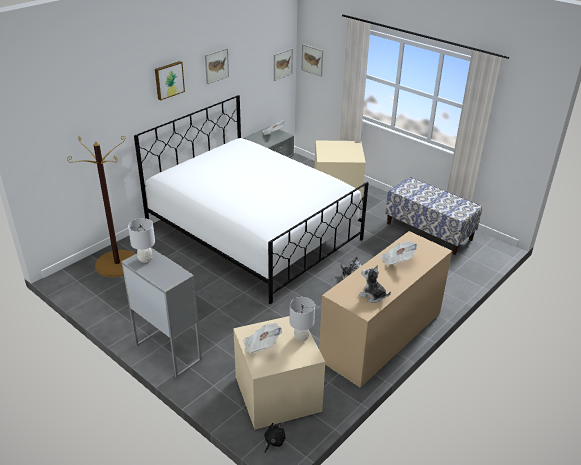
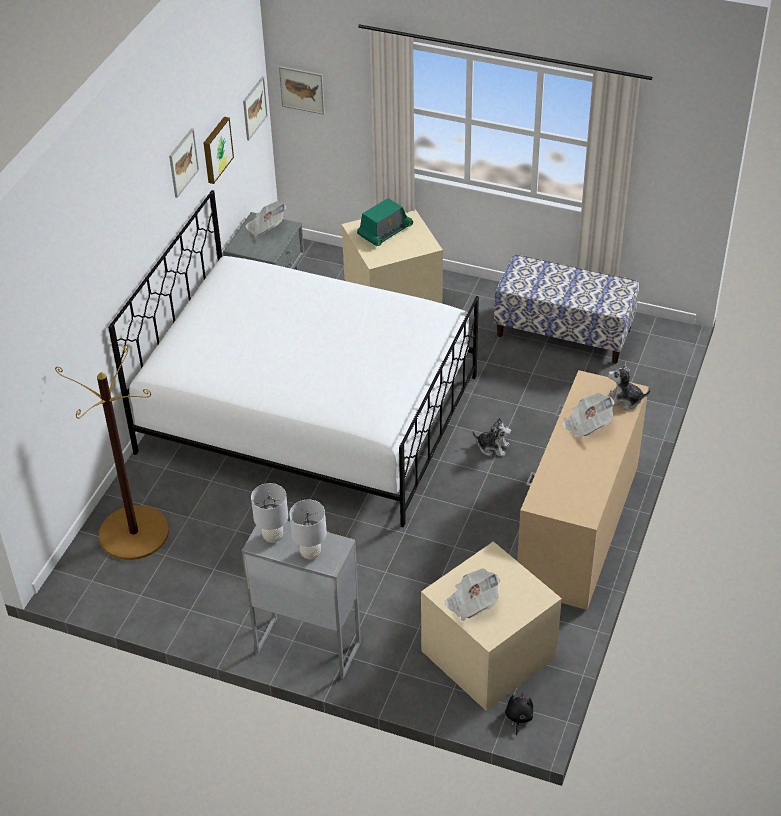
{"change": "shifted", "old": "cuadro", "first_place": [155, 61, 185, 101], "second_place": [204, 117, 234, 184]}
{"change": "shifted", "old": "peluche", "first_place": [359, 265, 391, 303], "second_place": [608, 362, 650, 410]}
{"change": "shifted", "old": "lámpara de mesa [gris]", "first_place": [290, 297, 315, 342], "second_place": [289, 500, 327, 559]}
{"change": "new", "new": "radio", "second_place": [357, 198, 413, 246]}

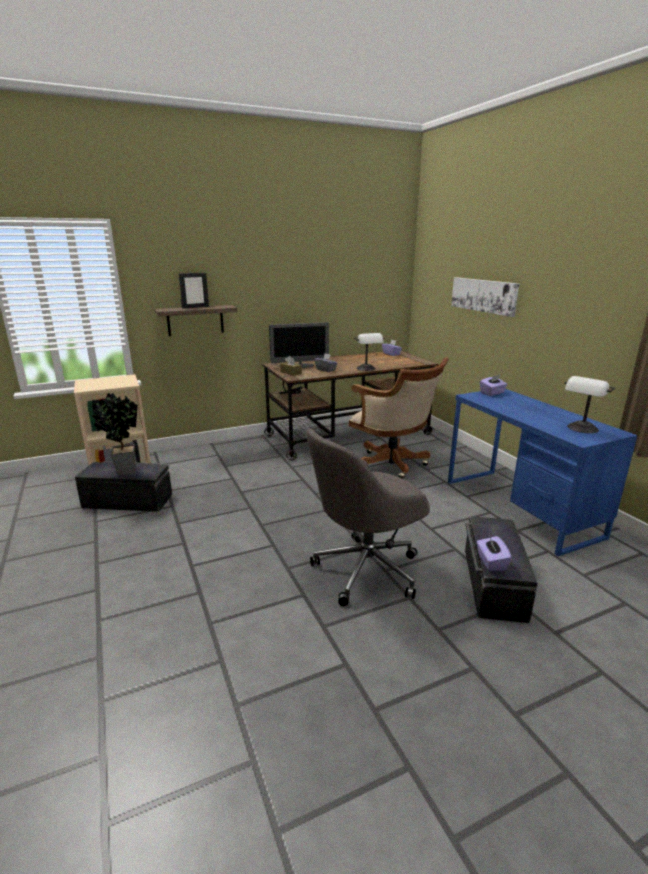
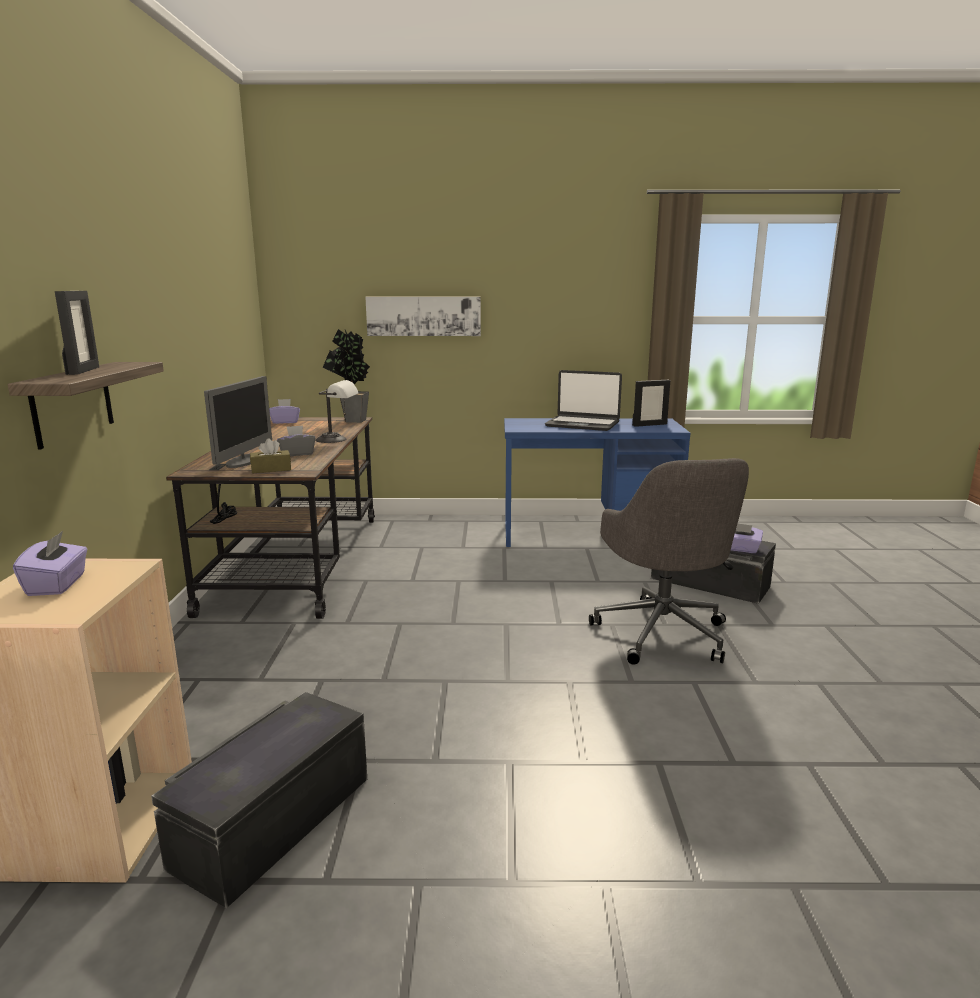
{"change": "gone", "old": "silla de oficina", "first_place": [349, 357, 449, 479]}
{"change": "shifted", "old": "caja de pañuelos [morado]", "first_place": [480, 375, 507, 396], "second_place": [13, 531, 87, 596]}
{"change": "swapped", "old": "lámpara de mesa", "new": "portarretratos", "first_place": [564, 376, 615, 433], "second_place": [632, 380, 670, 427]}
{"change": "shifted", "old": "planta en maceta", "first_place": [92, 393, 138, 476], "second_place": [323, 329, 370, 423]}
{"change": "new", "new": "portátil", "second_place": [545, 370, 622, 431]}

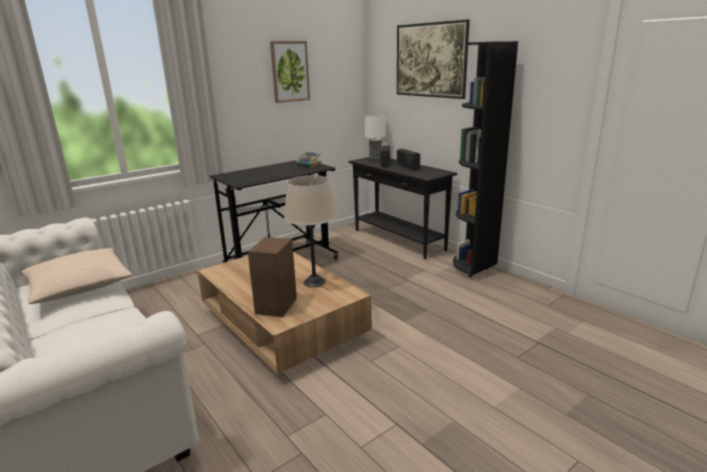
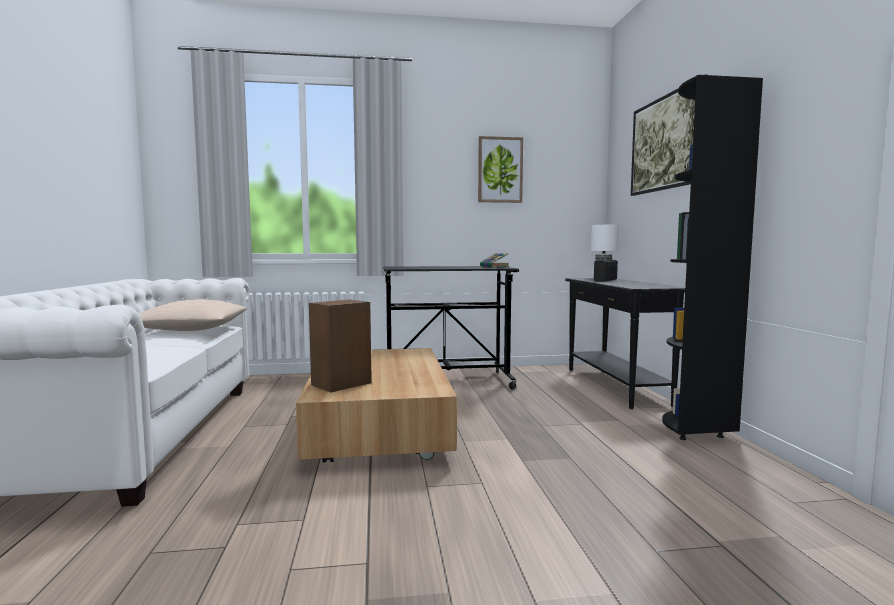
{"change": "gone", "old": "radio", "first_place": [397, 149, 420, 170]}
{"change": "gone", "old": "lámpara de mesa [beis]", "first_place": [284, 175, 337, 287]}

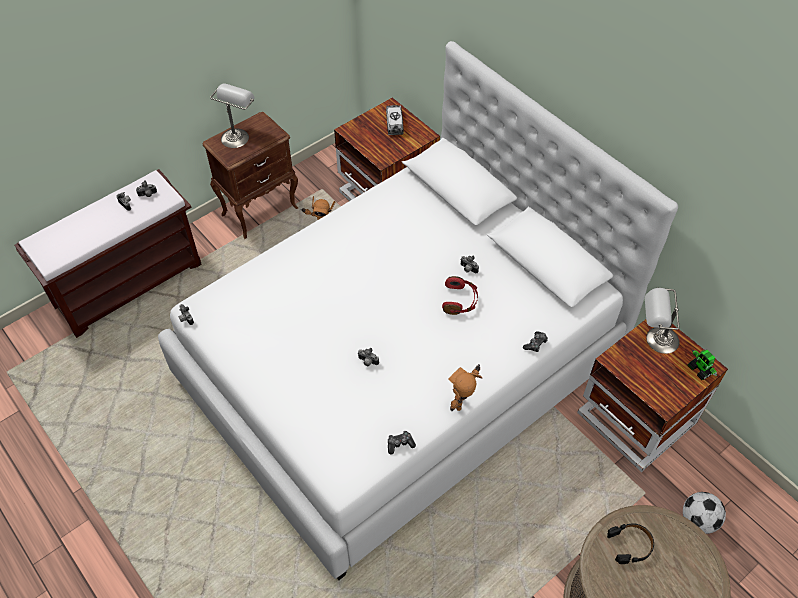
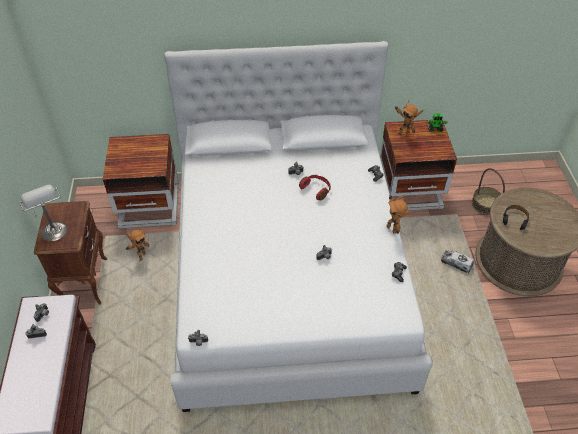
{"change": "shifted", "old": "camión de juguete", "first_place": [386, 105, 404, 135], "second_place": [441, 250, 474, 273]}
{"change": "swapped", "old": "lámpara de mesa [blanco]", "new": "robot de juguete", "first_place": [645, 287, 680, 354], "second_place": [395, 101, 423, 136]}
{"change": "swapped", "old": "balón de fútbol", "new": "cesta", "first_place": [683, 492, 726, 534], "second_place": [472, 168, 505, 215]}

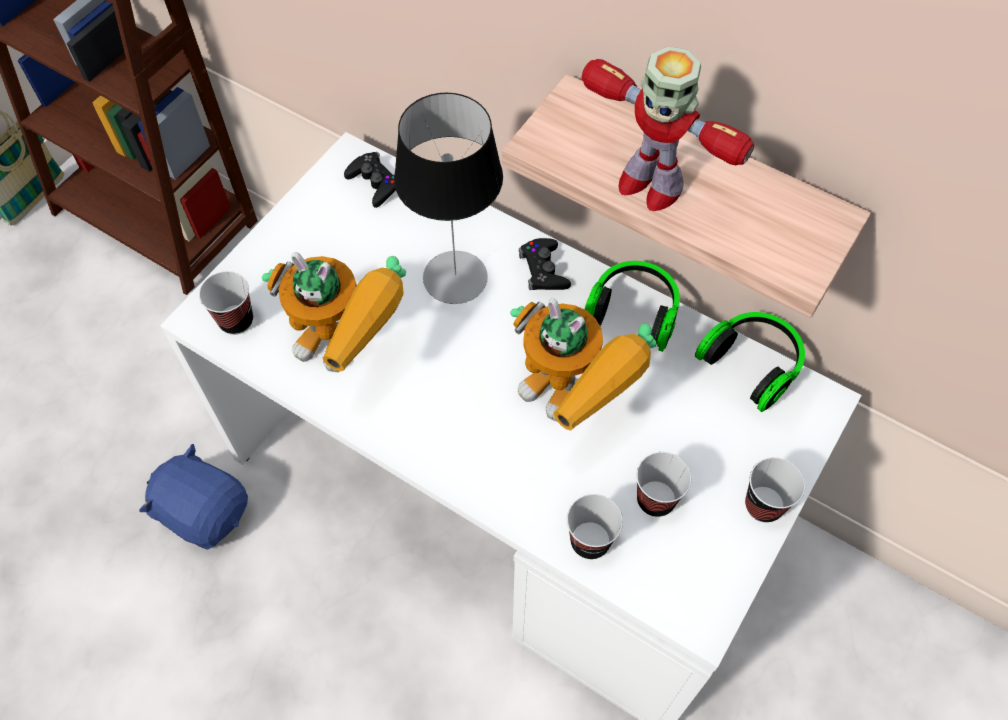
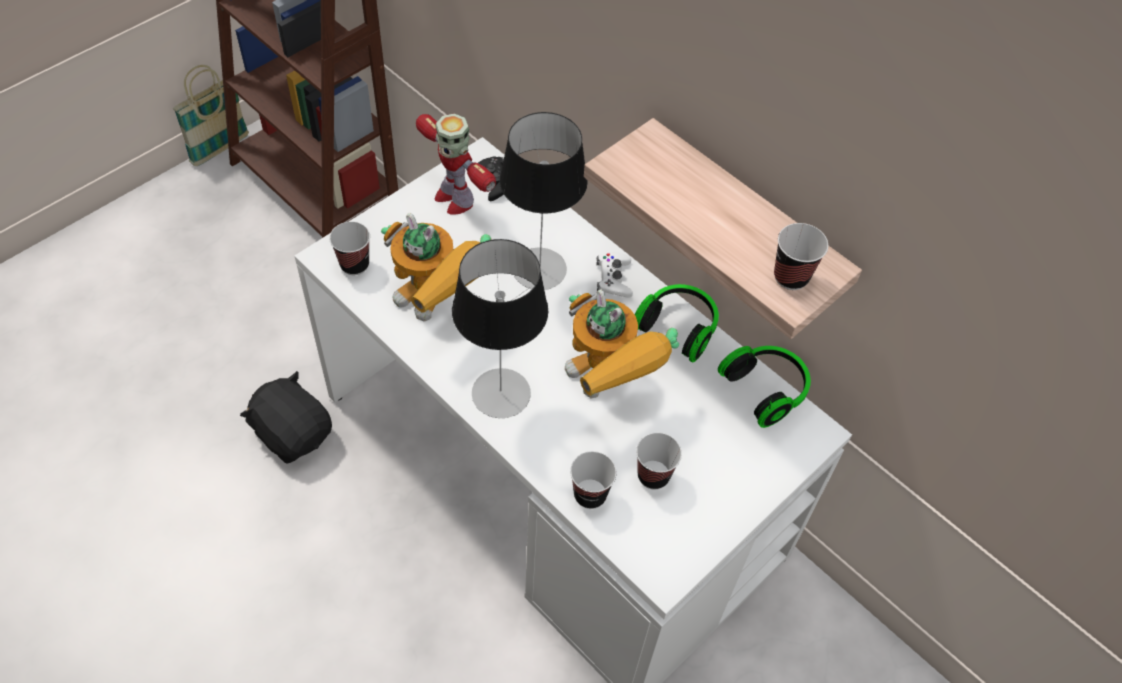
{"change": "shifted", "old": "robot de juguete", "first_place": [582, 46, 754, 211], "second_place": [416, 113, 496, 215]}
{"change": "repainted", "old": "mando de consola [negro]", "new": "mando de consola [blanco]", "first_place": [519, 238, 571, 290], "second_place": [596, 252, 633, 298]}
{"change": "repainted", "old": "peluche [azul]", "new": "peluche [negro]", "first_place": [139, 444, 248, 550], "second_place": [240, 371, 332, 464]}
{"change": "shifted", "old": "taza", "first_place": [745, 457, 805, 522], "second_place": [774, 223, 828, 290]}
{"change": "new", "new": "lámpara de mesa", "second_place": [452, 239, 548, 418]}

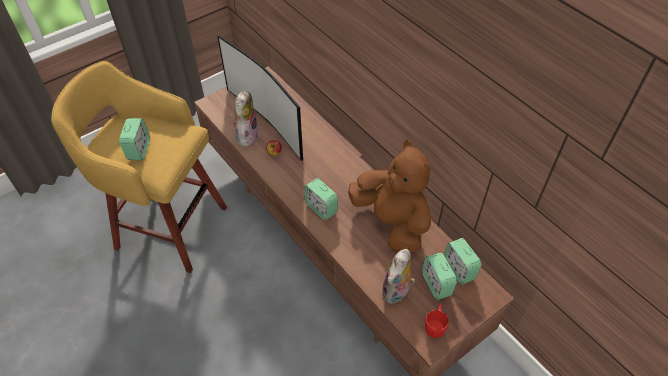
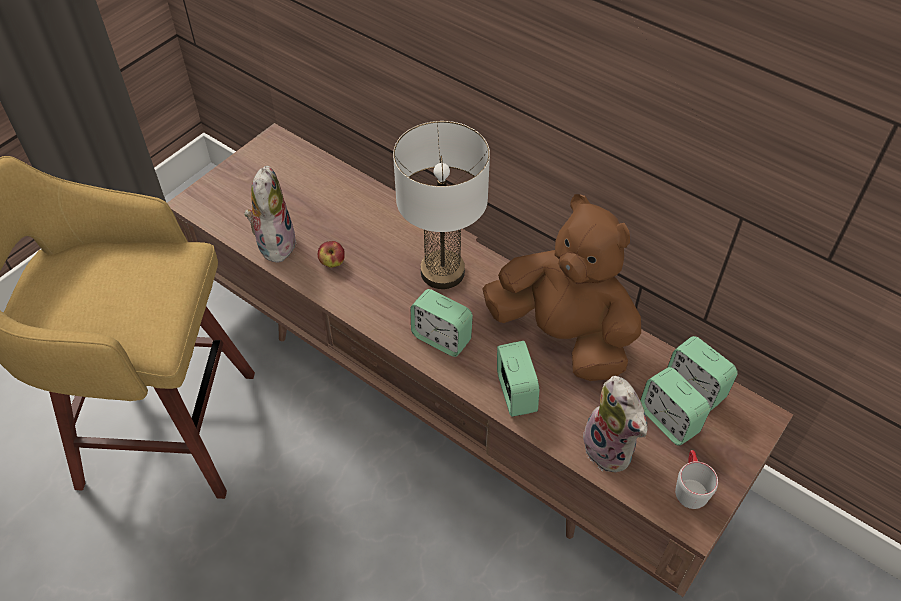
{"change": "gone", "old": "televisor", "first_place": [217, 35, 303, 161]}
{"change": "shifted", "old": "despertador", "first_place": [119, 118, 150, 160], "second_place": [497, 341, 539, 417]}
{"change": "rotated", "old": "peluche", "first_place": [381, 249, 415, 304], "second_place": [583, 376, 647, 472], "degrees": -45}
{"change": "repainted", "old": "taza grande [rojo]", "new": "taza grande [gris]", "first_place": [425, 303, 449, 338], "second_place": [675, 450, 718, 509]}
{"change": "new", "new": "lámpara de mesa", "second_place": [393, 121, 490, 289]}

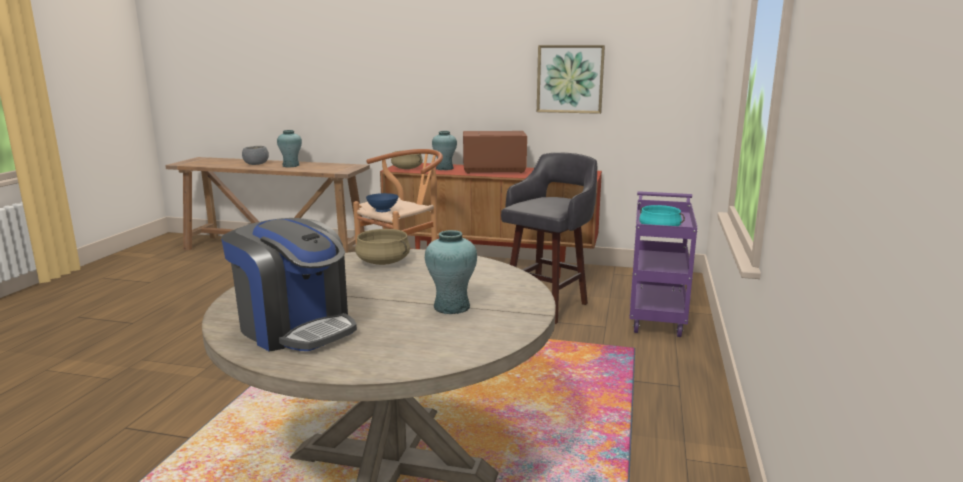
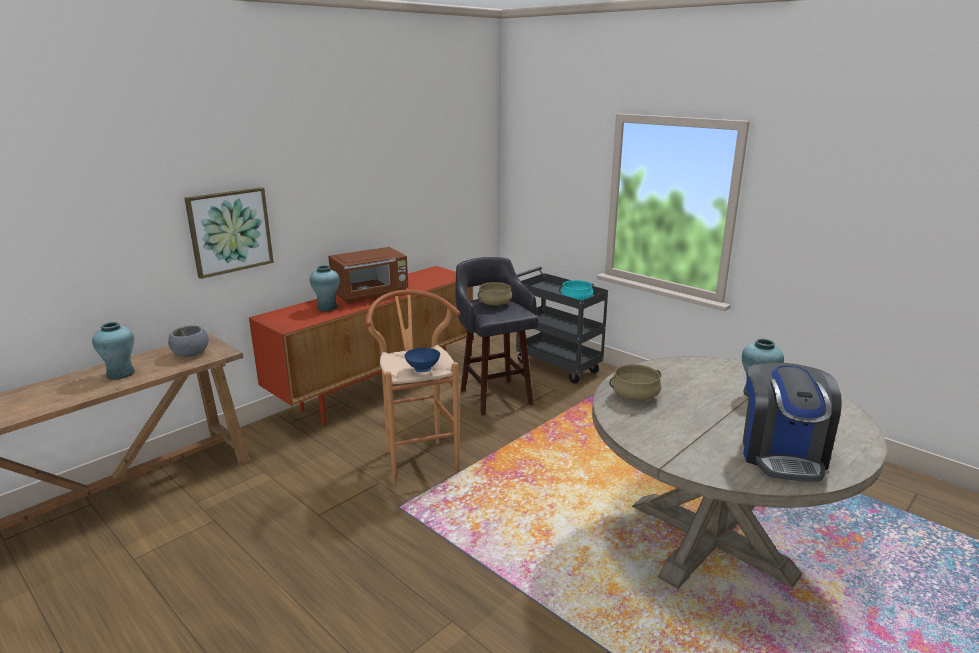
{"change": "shifted", "old": "cuadro", "first_place": [537, 45, 605, 114], "second_place": [185, 187, 274, 279]}
{"change": "rotated", "old": "microondas [marrón]", "first_place": [463, 131, 527, 174], "second_place": [328, 247, 408, 303], "degrees": -150}
{"change": "shifted", "old": "cuenco [gris]", "first_place": [242, 146, 269, 165], "second_place": [168, 326, 209, 357]}
{"change": "shifted", "old": "olla [beis]", "first_place": [391, 151, 423, 169], "second_place": [478, 282, 514, 306]}
{"change": "repainted", "old": "carrito [morado]", "new": "carrito [gris]", "first_place": [629, 191, 697, 337], "second_place": [516, 267, 608, 383]}
{"change": "rotated", "old": "cafetera", "first_place": [221, 218, 357, 352], "second_place": [743, 362, 842, 482], "degrees": 120}

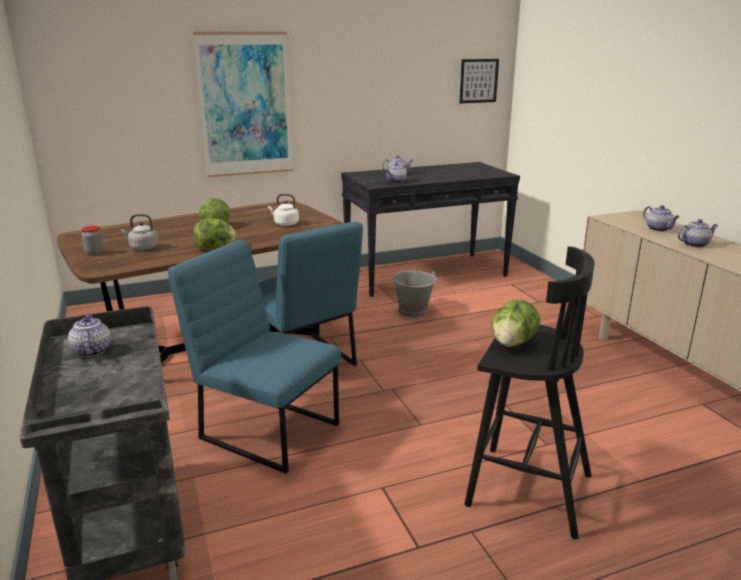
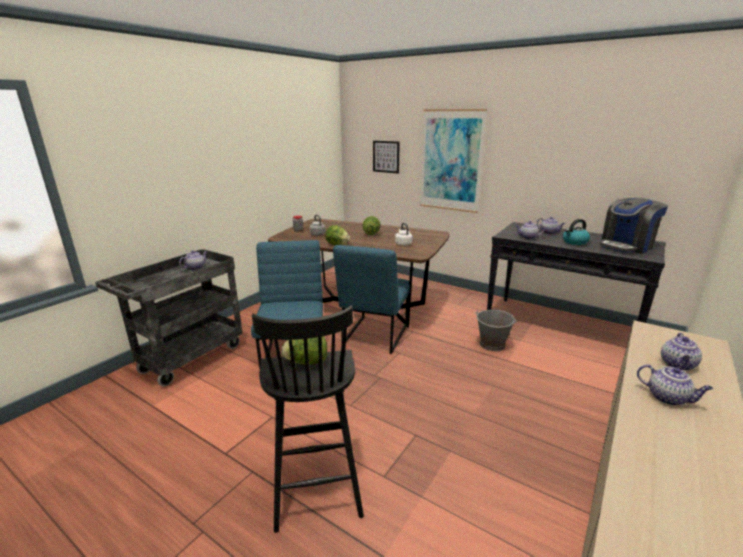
{"change": "shifted", "old": "cuadro", "first_place": [459, 59, 499, 104], "second_place": [373, 141, 400, 174]}
{"change": "new", "new": "cafetera", "second_place": [600, 198, 668, 254]}
{"change": "new", "new": "hervidor", "second_place": [563, 219, 590, 245]}

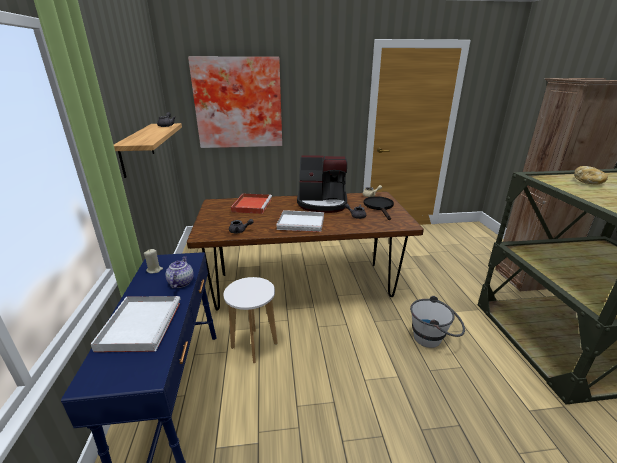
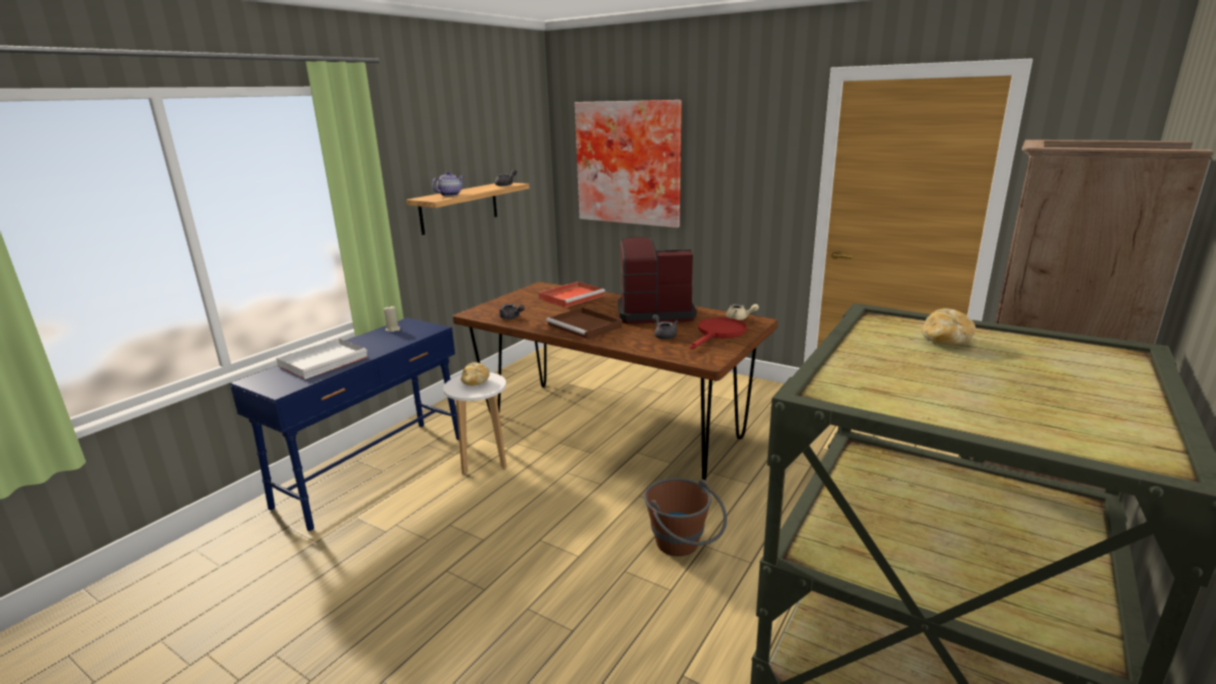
{"change": "rotated", "old": "cafetera", "first_place": [297, 155, 347, 213], "second_place": [618, 237, 697, 324], "degrees": 135}
{"change": "repainted", "old": "sartén [negro]", "new": "sartén [rojo]", "first_place": [364, 196, 394, 220], "second_place": [689, 317, 747, 349]}
{"change": "repainted", "old": "bandeja [blanco]", "new": "bandeja [marrón]", "first_place": [276, 210, 324, 232], "second_place": [546, 307, 622, 340]}
{"change": "shifted", "old": "tetera", "first_place": [165, 256, 194, 288], "second_place": [432, 171, 464, 196]}
{"change": "repainted", "old": "cubo [blanco]", "new": "cubo [marrón]", "first_place": [410, 296, 465, 348], "second_place": [644, 478, 727, 556]}
{"change": "new", "new": "pan", "second_place": [461, 362, 490, 386]}

